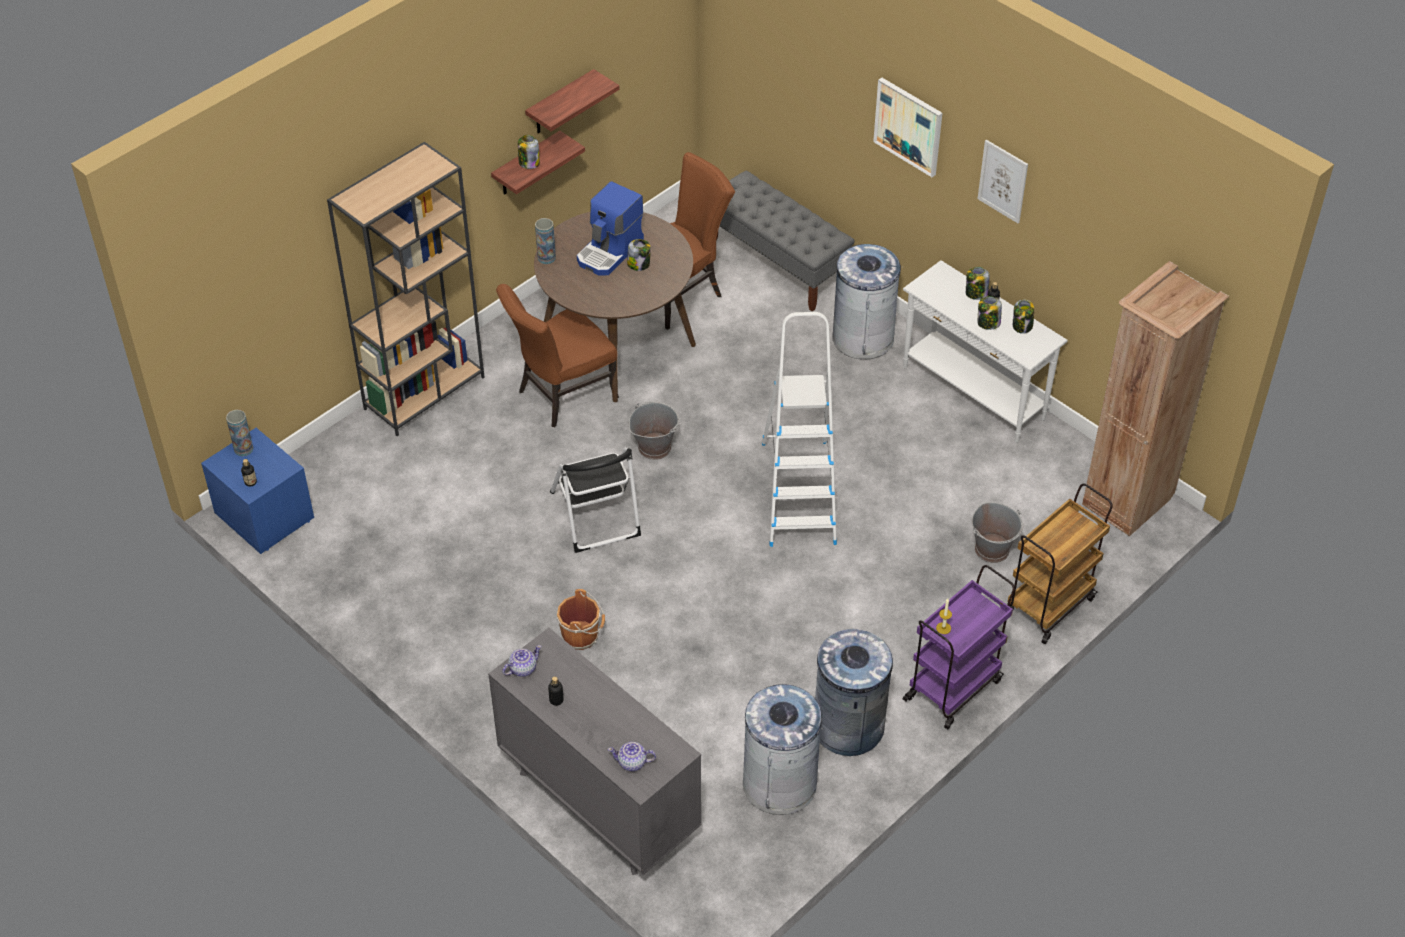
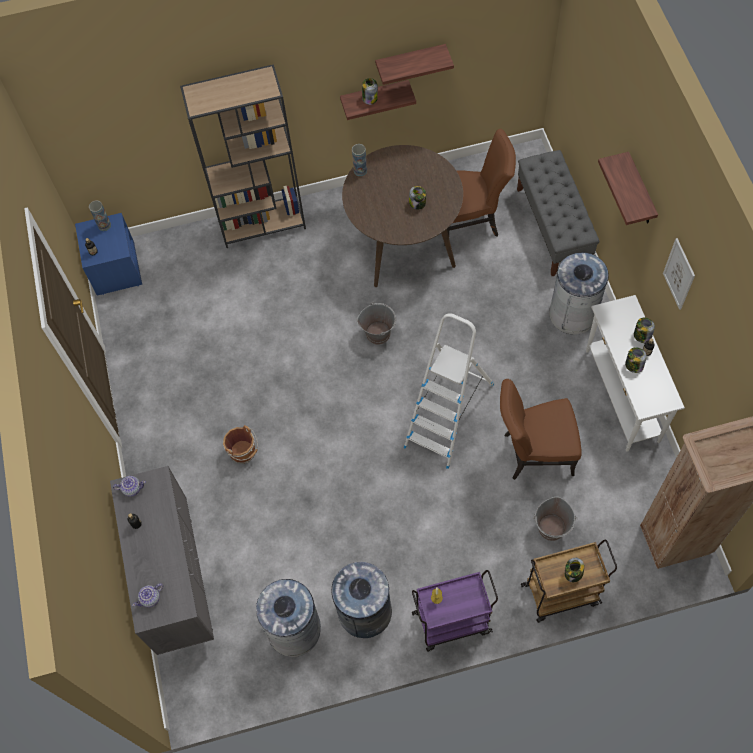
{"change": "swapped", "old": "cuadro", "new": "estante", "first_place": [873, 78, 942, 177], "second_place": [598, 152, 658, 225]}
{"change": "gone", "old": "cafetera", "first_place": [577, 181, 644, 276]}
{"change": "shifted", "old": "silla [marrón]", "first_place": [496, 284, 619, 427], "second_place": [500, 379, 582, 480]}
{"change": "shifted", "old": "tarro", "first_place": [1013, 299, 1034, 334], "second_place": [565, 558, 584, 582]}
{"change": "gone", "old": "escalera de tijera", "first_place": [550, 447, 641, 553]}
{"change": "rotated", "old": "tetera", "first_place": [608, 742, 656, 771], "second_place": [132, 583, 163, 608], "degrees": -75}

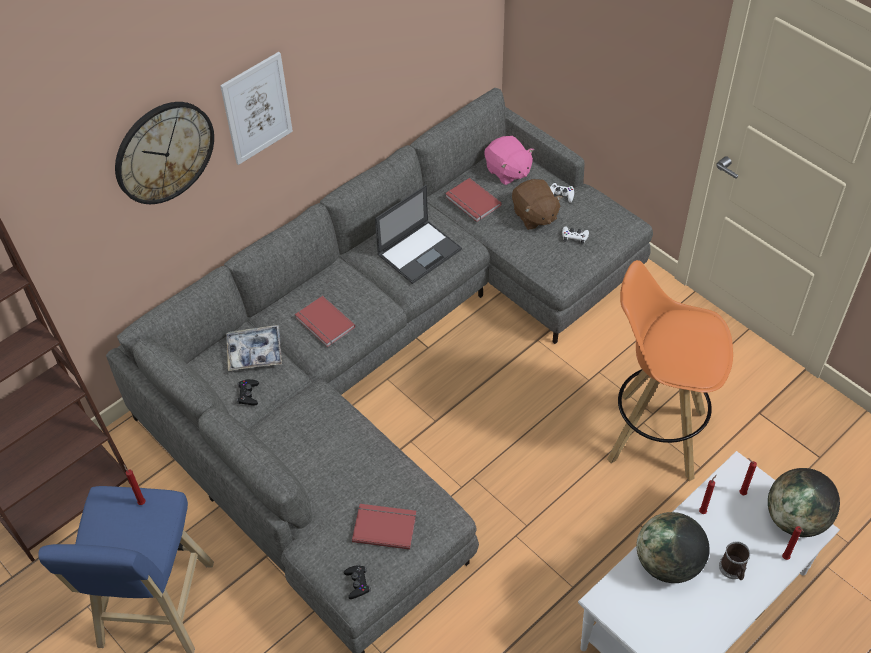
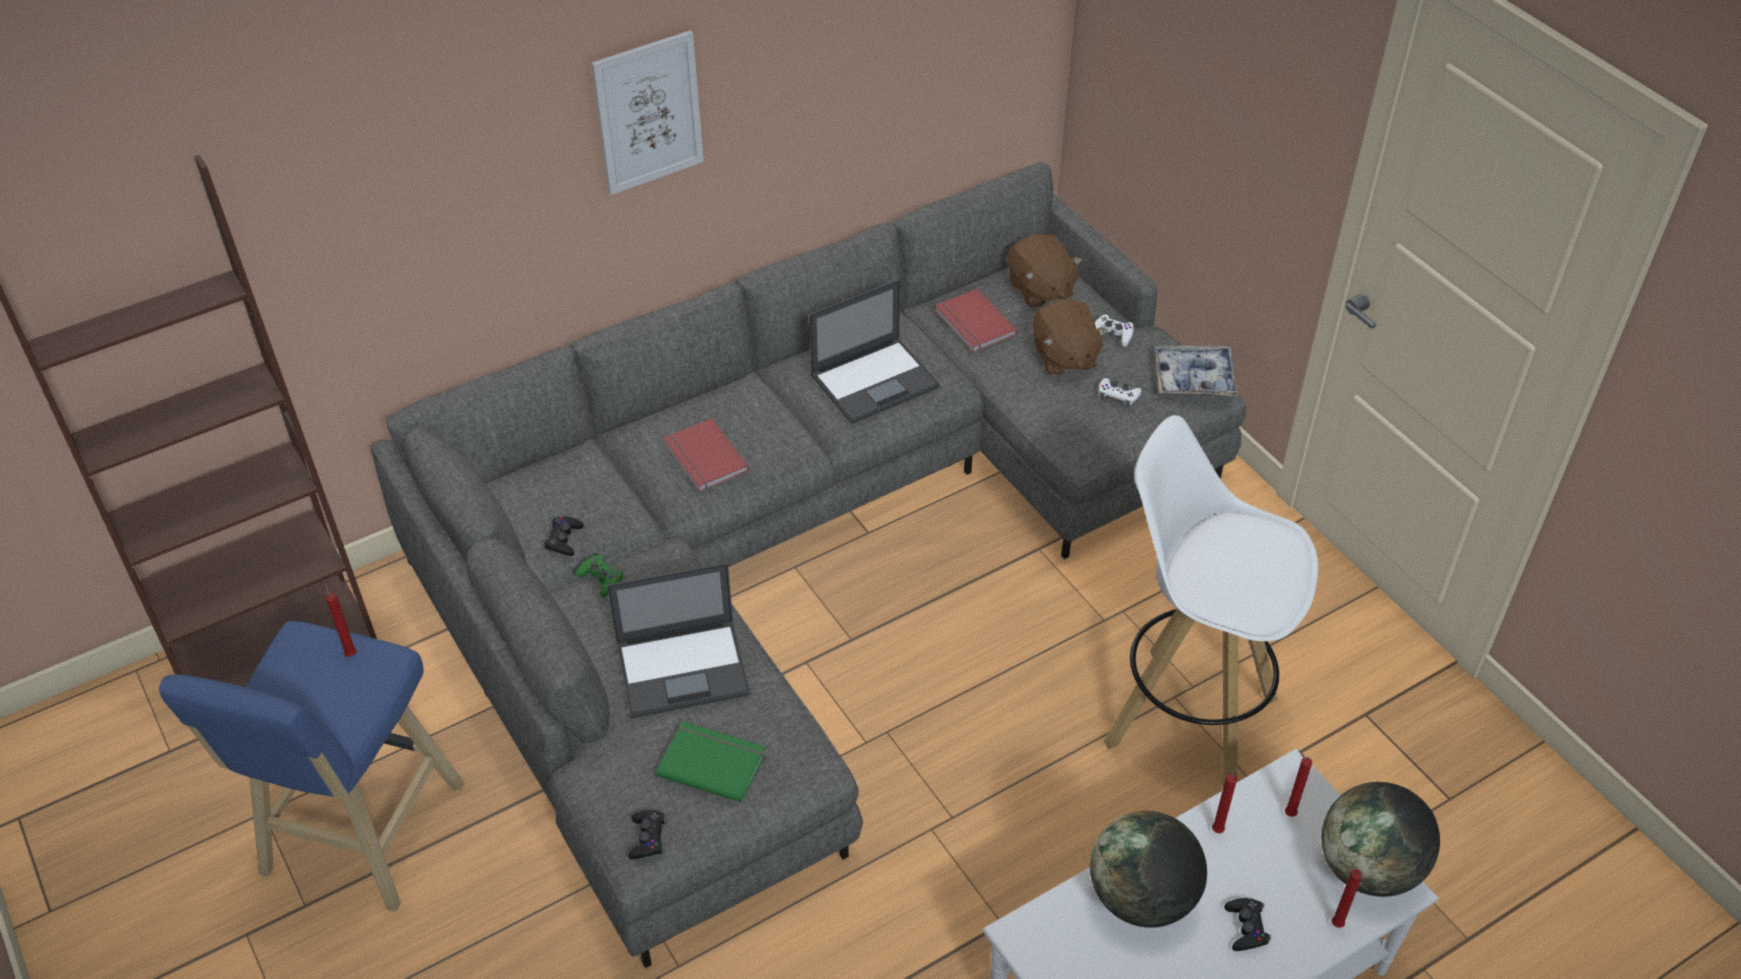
{"change": "gone", "old": "reloj de pared", "first_place": [115, 102, 214, 204]}
{"change": "repainted", "old": "peluche [rosa]", "new": "peluche [marrón]", "first_place": [484, 136, 534, 185], "second_place": [1007, 234, 1083, 307]}
{"change": "repainted", "old": "taburete [naranja]", "new": "taburete [blanco]", "first_place": [607, 260, 733, 481], "second_place": [1104, 415, 1318, 787]}
{"change": "shifted", "old": "bandeja", "first_place": [226, 325, 282, 371], "second_place": [1155, 345, 1237, 396]}
{"change": "repainted", "old": "libro [rojo]", "new": "libro [verde]", "first_place": [352, 504, 417, 550], "second_place": [656, 721, 766, 803]}
{"change": "swapped", "old": "taza grande", "new": "mando de consola [negro]", "first_place": [719, 541, 750, 580], "second_place": [1224, 898, 1271, 951]}
{"change": "new", "new": "mando de consola [verde]", "second_place": [576, 554, 623, 598]}
{"change": "new", "new": "portátil", "second_place": [607, 562, 750, 719]}

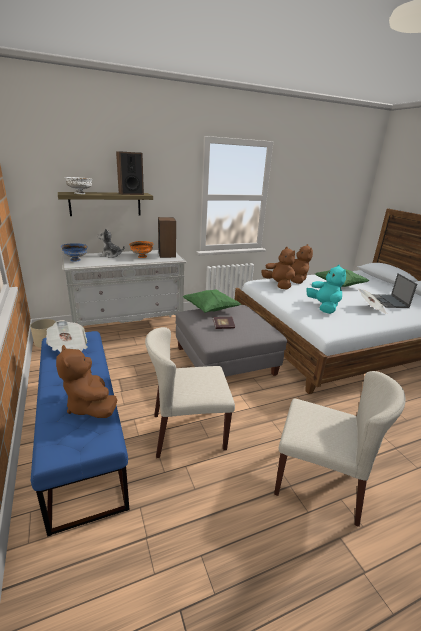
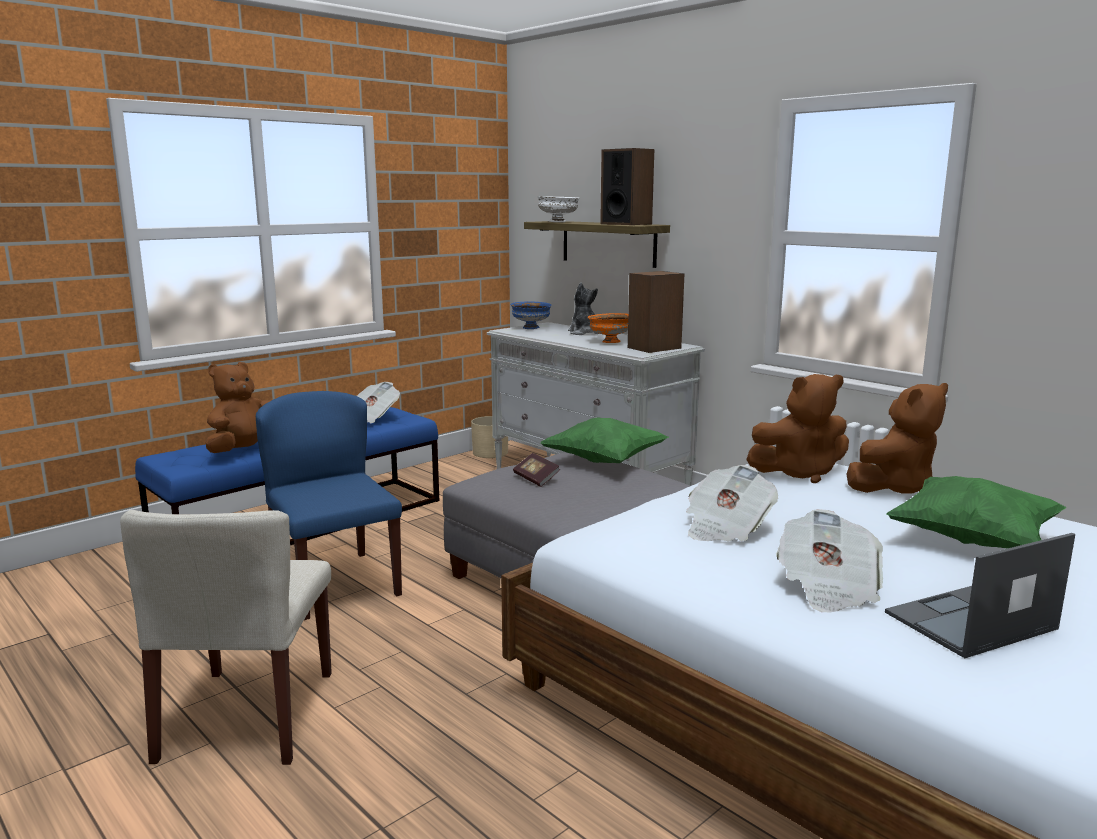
{"change": "rotated", "old": "peluche [marrón]", "first_place": [262, 247, 295, 290], "second_place": [746, 374, 849, 483], "degrees": 45}
{"change": "swapped", "old": "peluche [turquesa]", "new": "periódico", "first_place": [307, 265, 346, 314], "second_place": [686, 465, 778, 541]}
{"change": "repainted", "old": "silla [beis]", "new": "silla [azul]", "first_place": [145, 327, 235, 458], "second_place": [256, 391, 402, 620]}

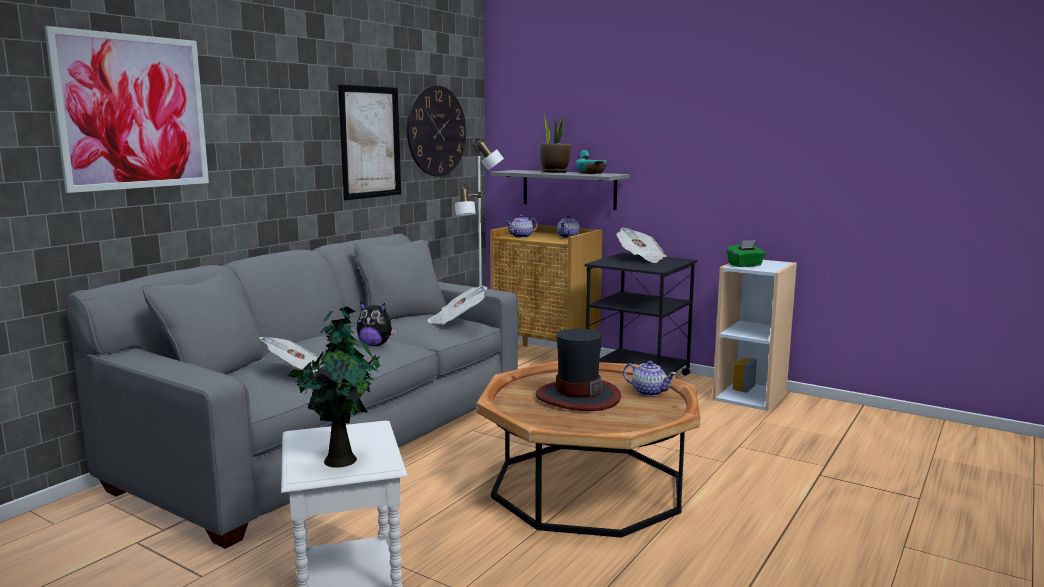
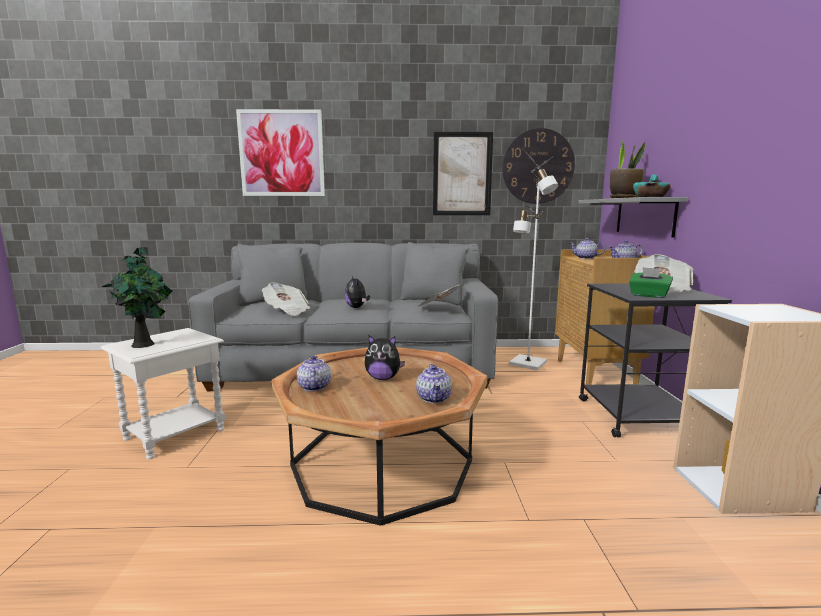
{"change": "shifted", "old": "caja de pañuelos [verde]", "first_place": [727, 240, 766, 267], "second_place": [629, 267, 673, 298]}
{"change": "swapped", "old": "sombrero", "new": "peluche", "first_place": [535, 329, 621, 411], "second_place": [365, 335, 405, 380]}
{"change": "new", "new": "tetera", "second_place": [297, 356, 331, 392]}

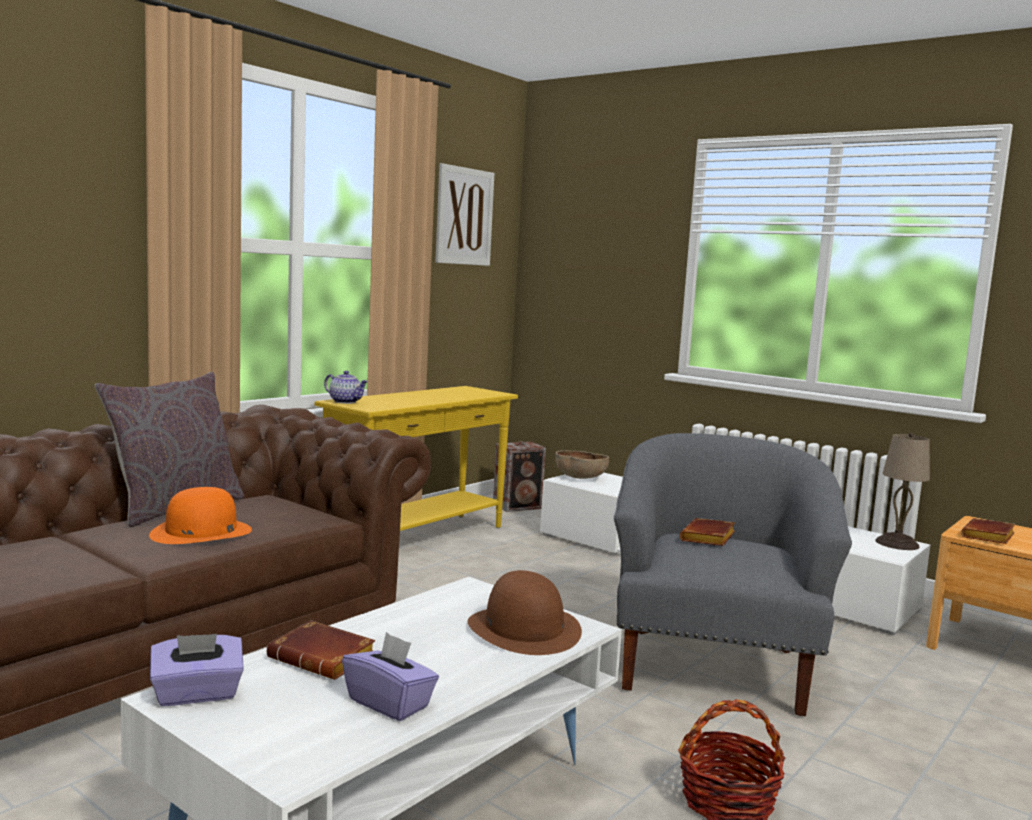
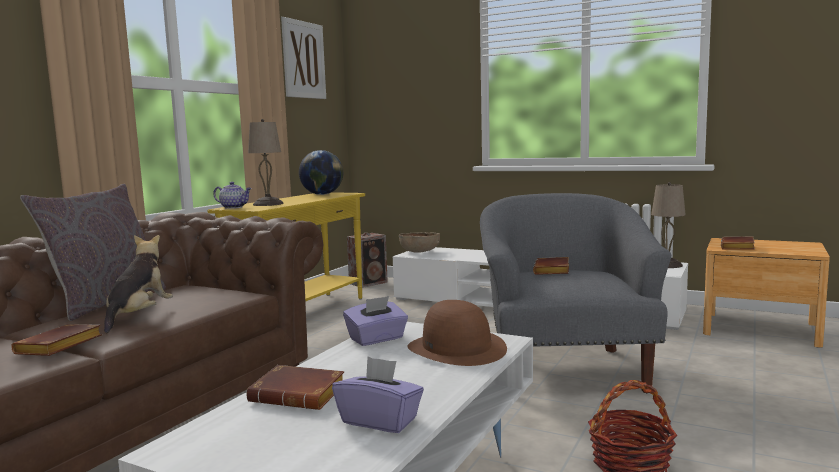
{"change": "swapped", "old": "sombrero [naranja]", "new": "peluche", "first_place": [149, 487, 252, 544], "second_place": [104, 235, 173, 333]}
{"change": "shifted", "old": "caja de pañuelos [morado]", "first_place": [150, 634, 244, 706], "second_place": [343, 296, 408, 346]}
{"change": "new", "new": "lámpara de mesa [beis]", "second_place": [248, 119, 284, 206]}
{"change": "new", "new": "globo terráqueo", "second_place": [299, 150, 343, 195]}
{"change": "new", "new": "libro [marrón]", "second_place": [11, 324, 102, 356]}

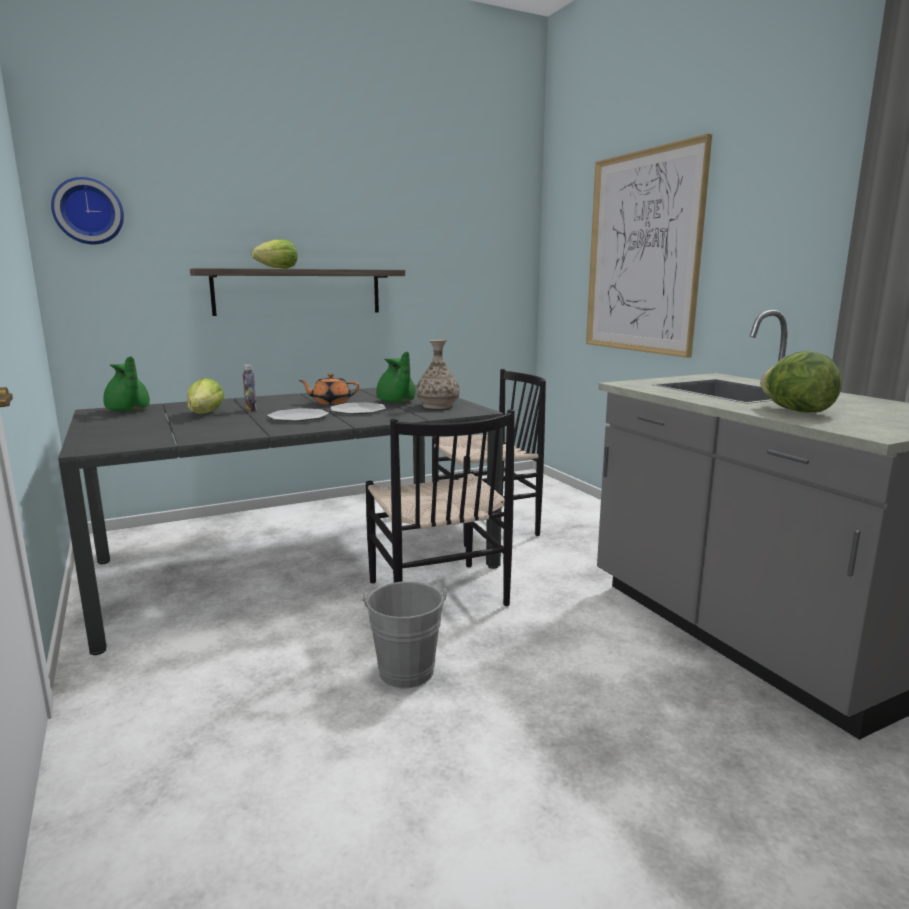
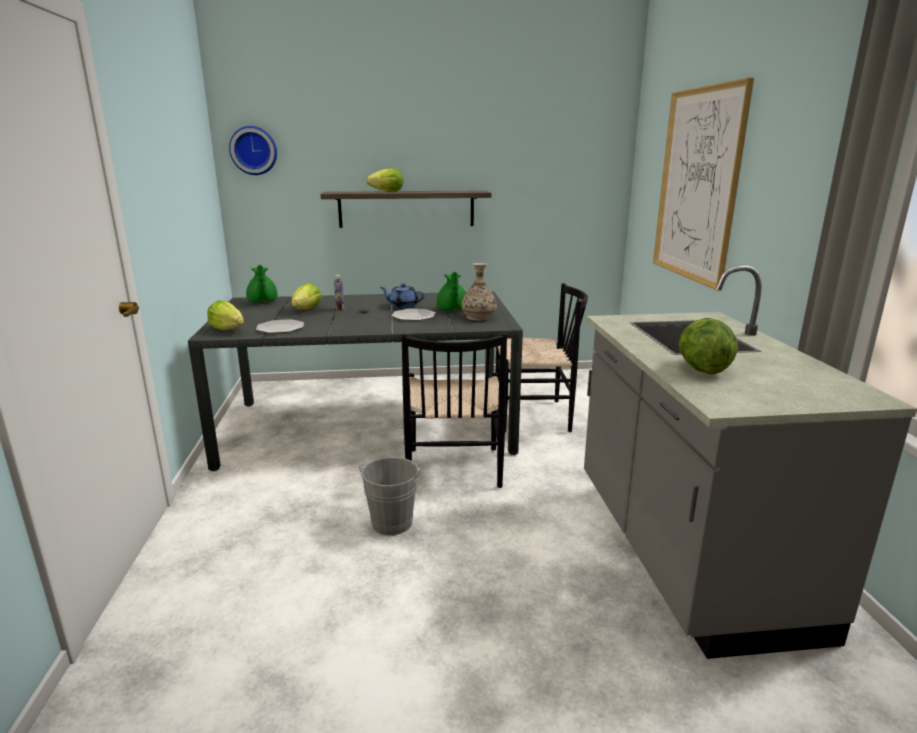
{"change": "repainted", "old": "tetera [naranja]", "new": "tetera [azul]", "first_place": [298, 374, 359, 405], "second_place": [380, 283, 425, 308]}
{"change": "shifted", "old": "plato", "first_place": [267, 408, 329, 421], "second_place": [256, 319, 304, 333]}
{"change": "new", "new": "lechuga", "second_place": [207, 300, 244, 331]}

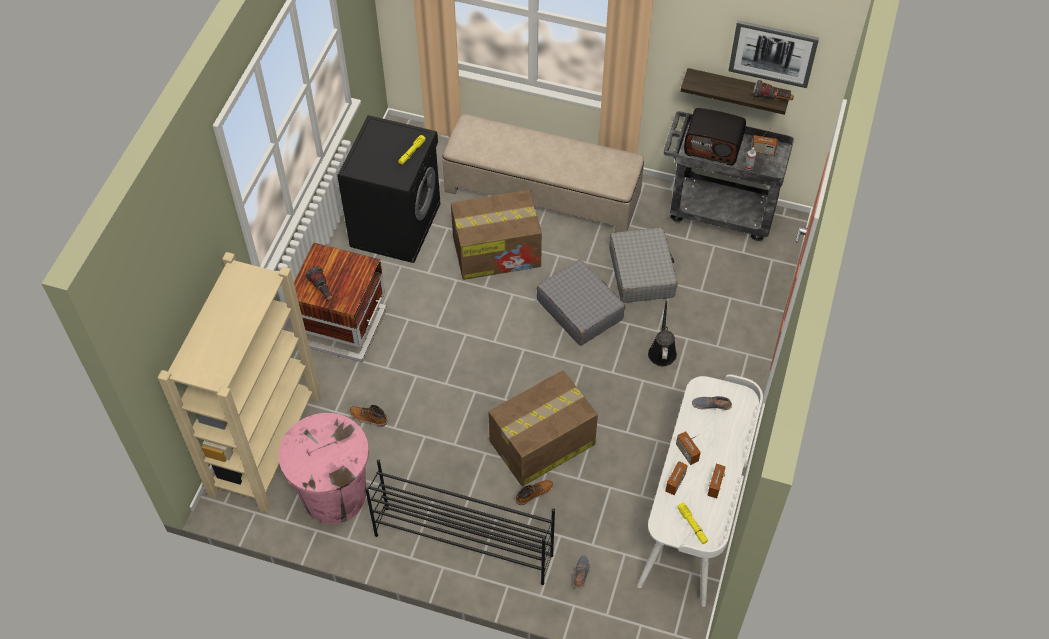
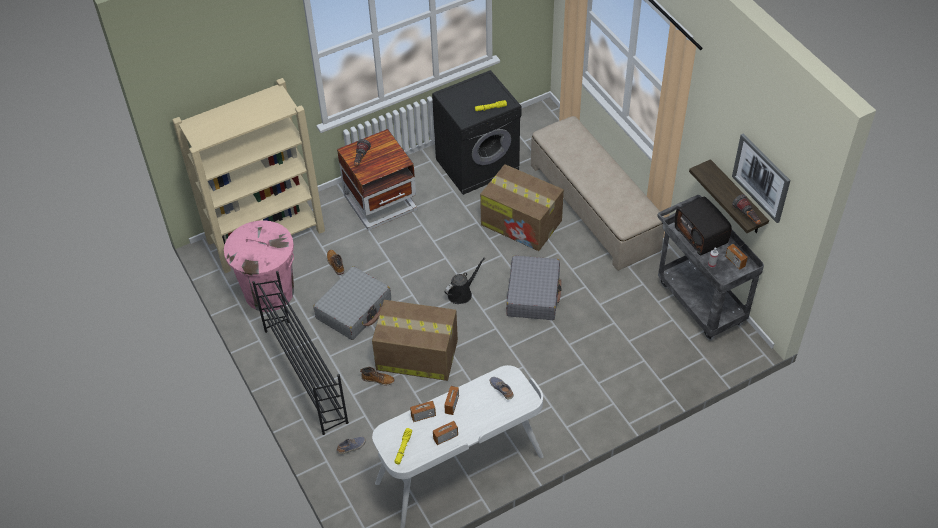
{"change": "shifted", "old": "maleta [gris]", "first_place": [609, 227, 678, 303], "second_place": [313, 266, 391, 340]}
{"change": "shifted", "old": "regadera [negro]", "first_place": [648, 300, 677, 366], "second_place": [445, 257, 485, 304]}

